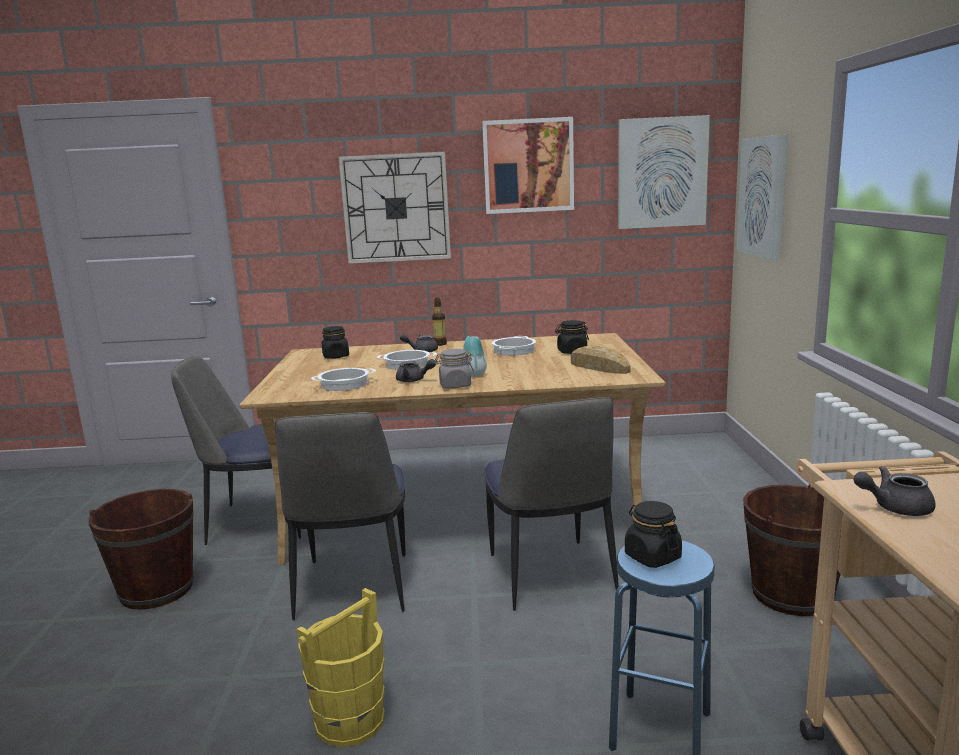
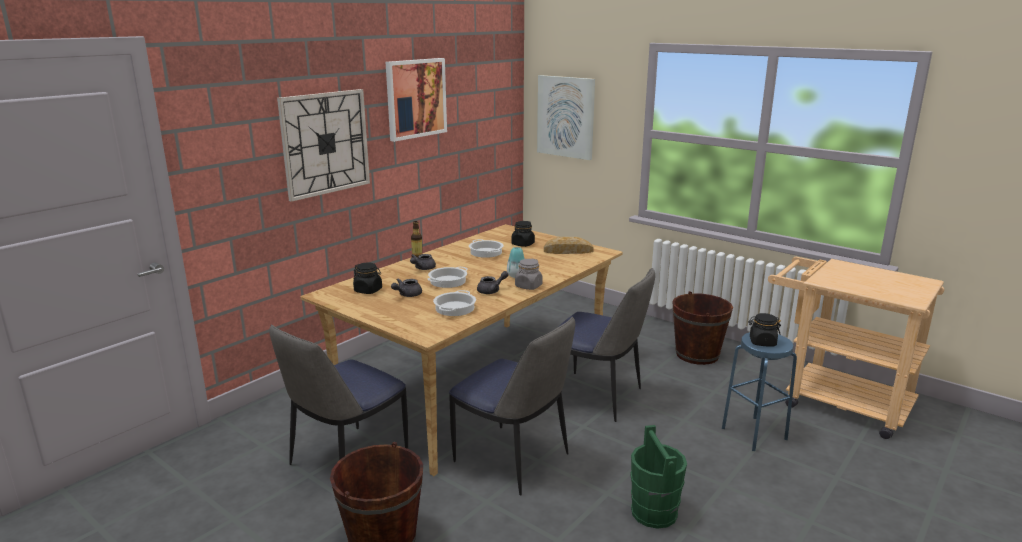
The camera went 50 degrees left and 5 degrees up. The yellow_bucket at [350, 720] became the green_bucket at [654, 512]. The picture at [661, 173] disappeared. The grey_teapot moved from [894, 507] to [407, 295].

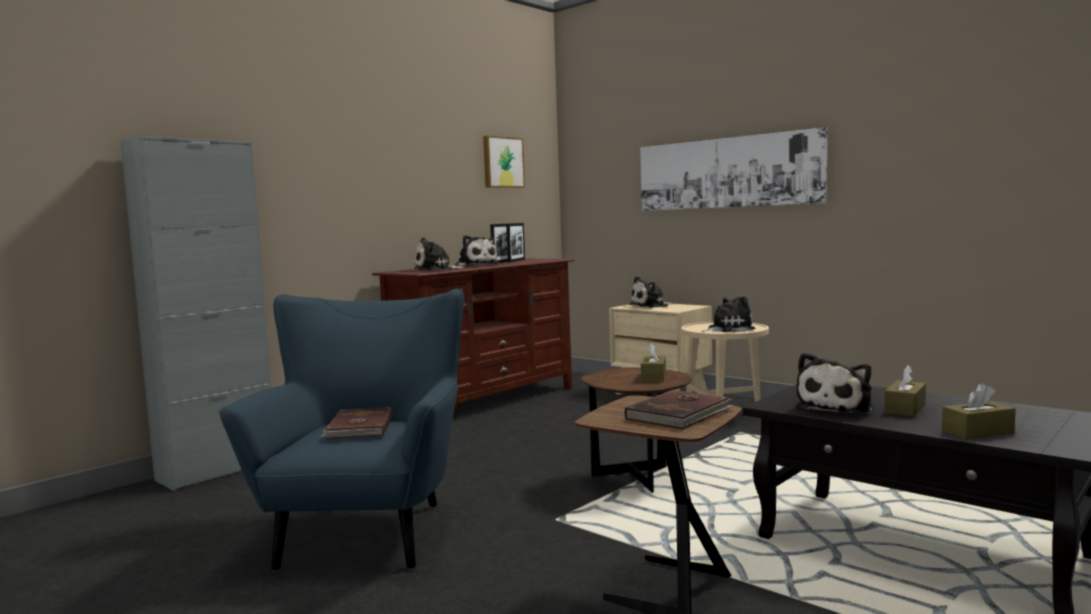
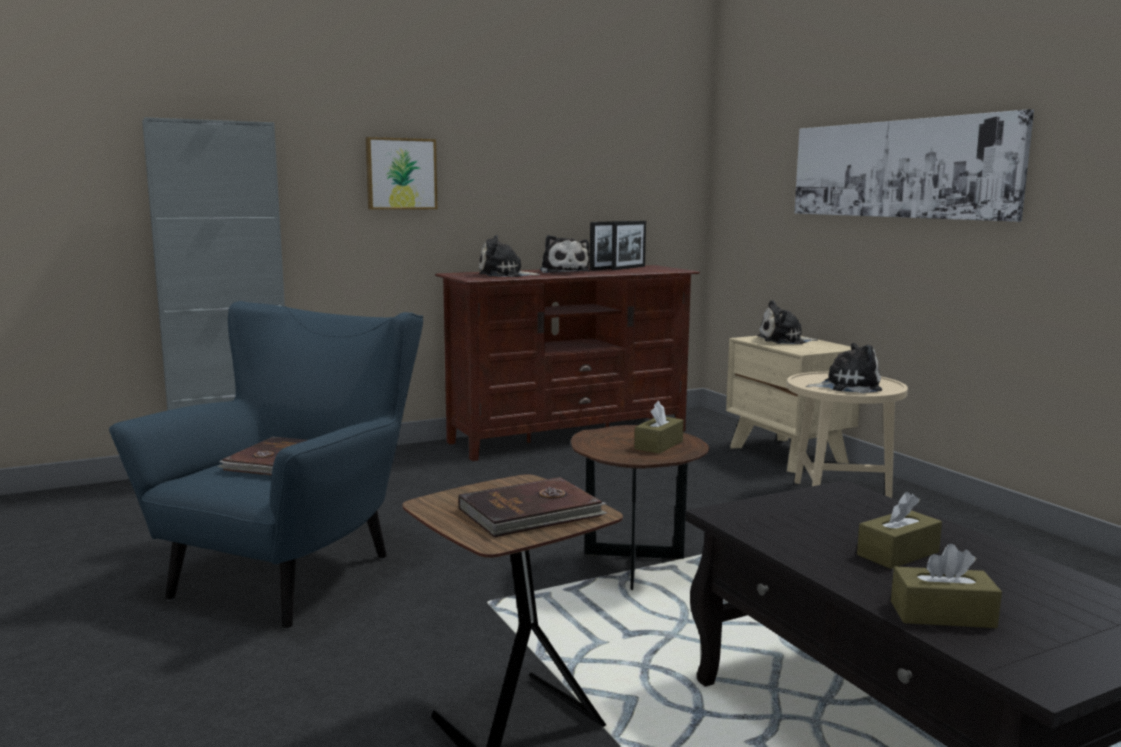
The camera went 20 degrees right and 5 degrees up. The picture moved from [502, 162] to [401, 174]. The plush_toy at [836, 407] disappeared.

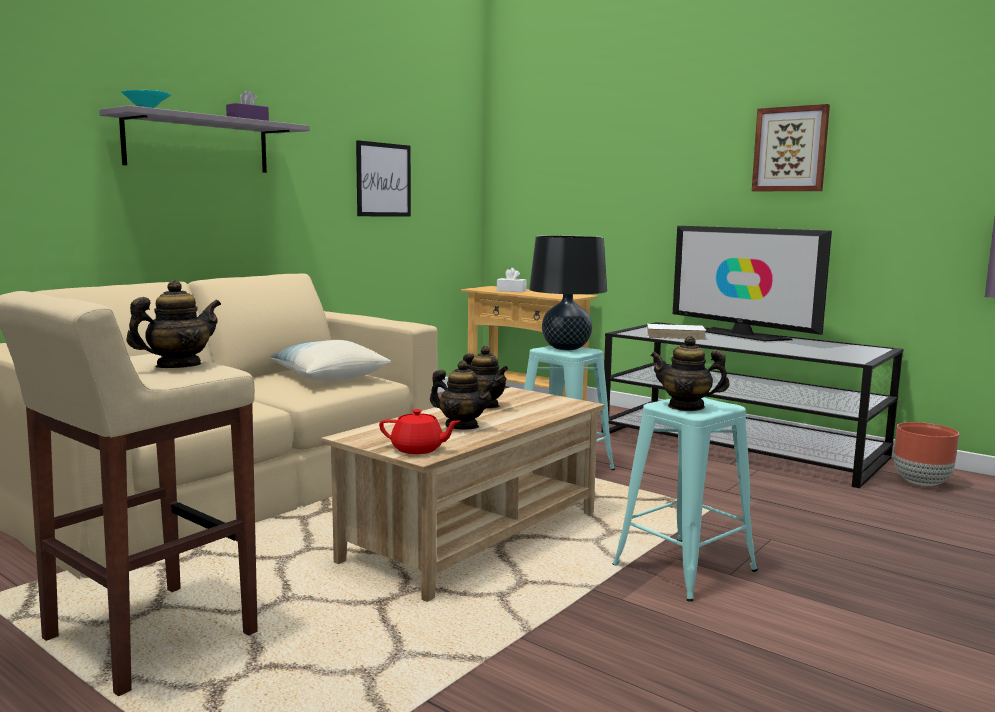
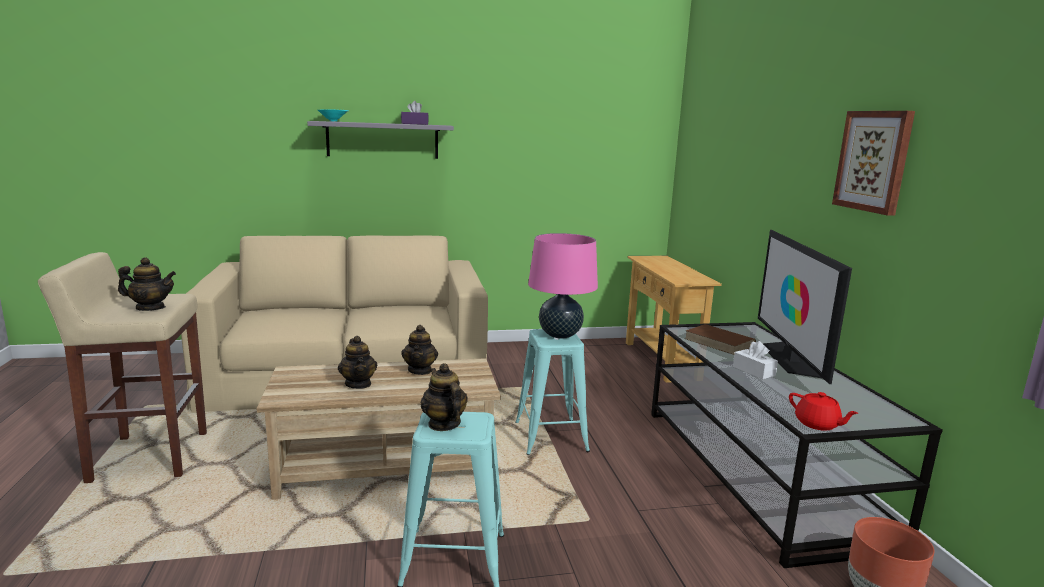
The camera went 40 degrees right and 5 degrees up. The pillow at [328, 377] disappeared. The picture at [383, 180] disappeared. The red_teapot moved from [418, 449] to [817, 424]. The white_tissue_box moved from [511, 291] to [753, 371]. The black_table_lamp at [566, 348] became the pink_table_lamp at [560, 335]. The white_book at [676, 335] became the brown_book at [720, 342].

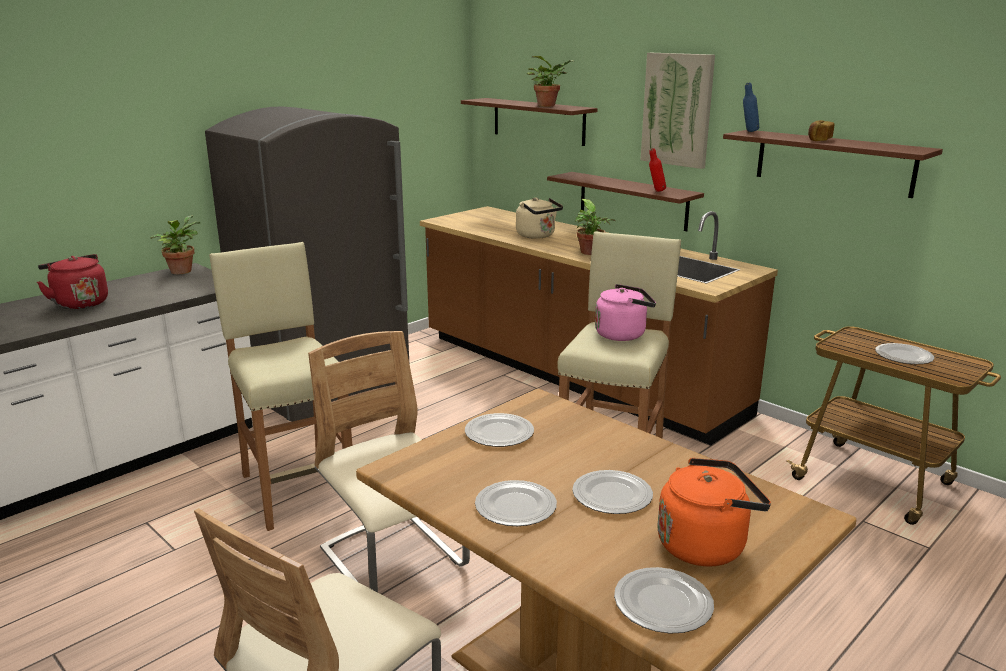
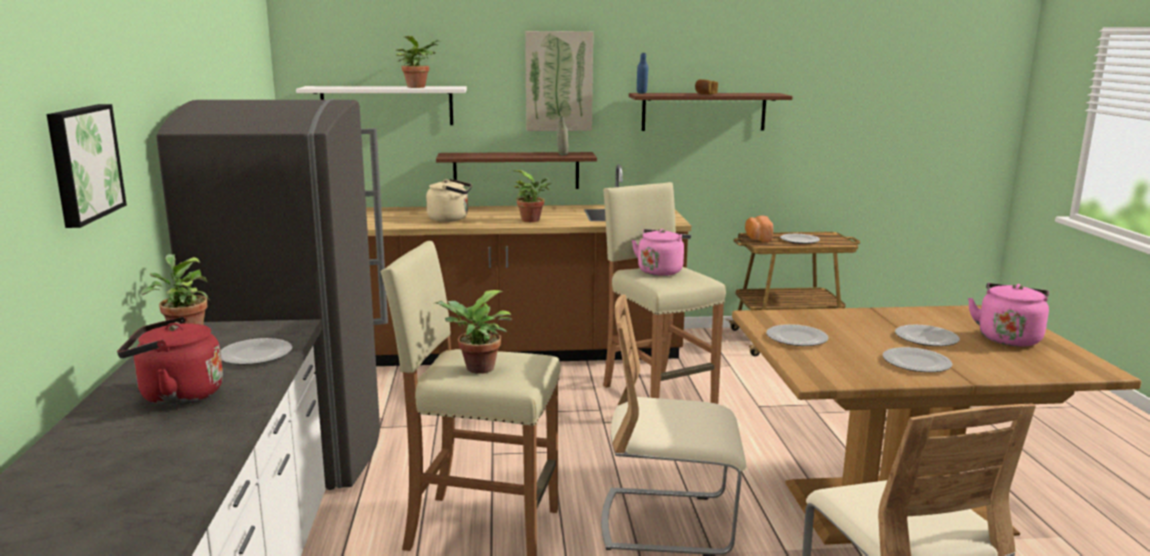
The camera went 50 degrees left and 5 degrees down. The brown_shelf at [538, 121] became the white_shelf at [387, 105]. The plate moved from [662, 602] to [254, 355]. The red_bottle at [656, 191] became the grey_bottle at [562, 155]. The orange_kettle at [705, 545] became the pink_kettle at [1008, 338]. The picture at [82, 163] appeared. The potted_plant at [476, 369] appeared. The bread at [757, 238] appeared.

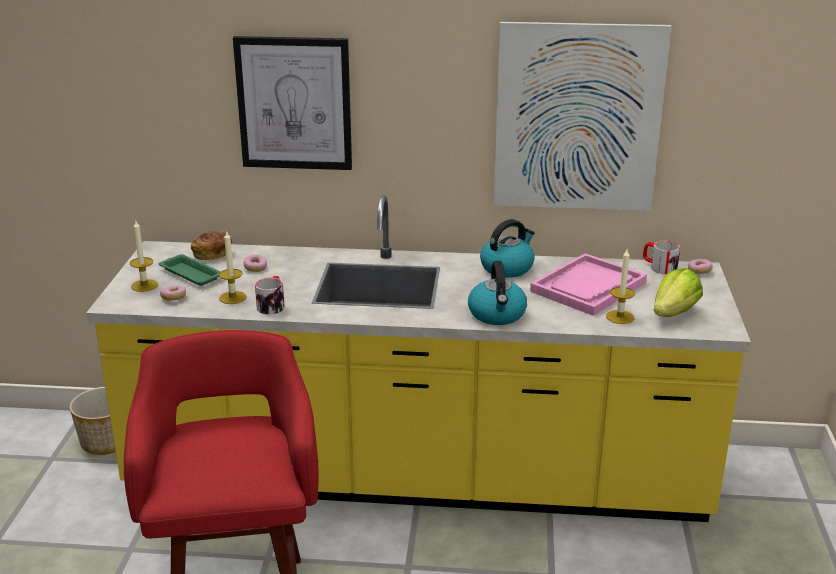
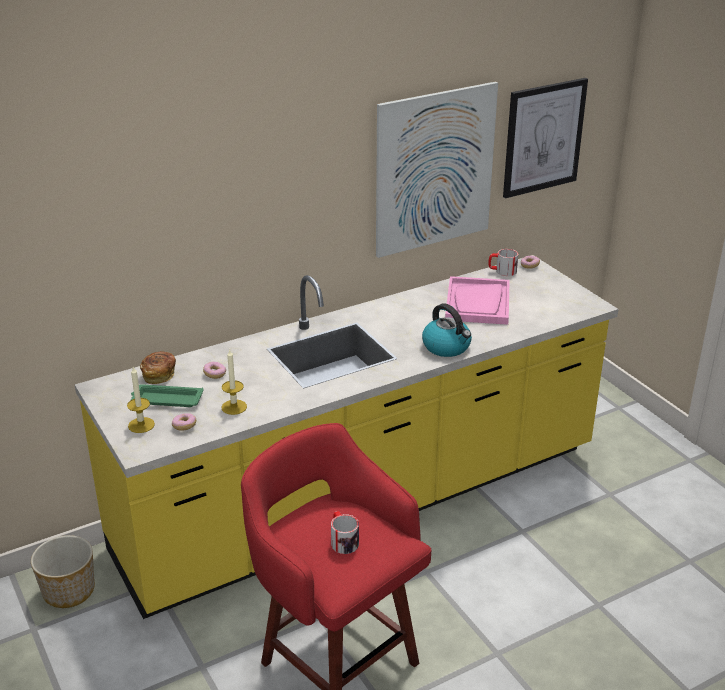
The camera went 35 degrees left and 5 degrees up. The picture moved from [294, 103] to [543, 137]. The mug moved from [272, 305] to [343, 540]. The kettle at [507, 267] disappeared. The candle at [620, 317] disappeared. The lettuce at [673, 313] disappeared.

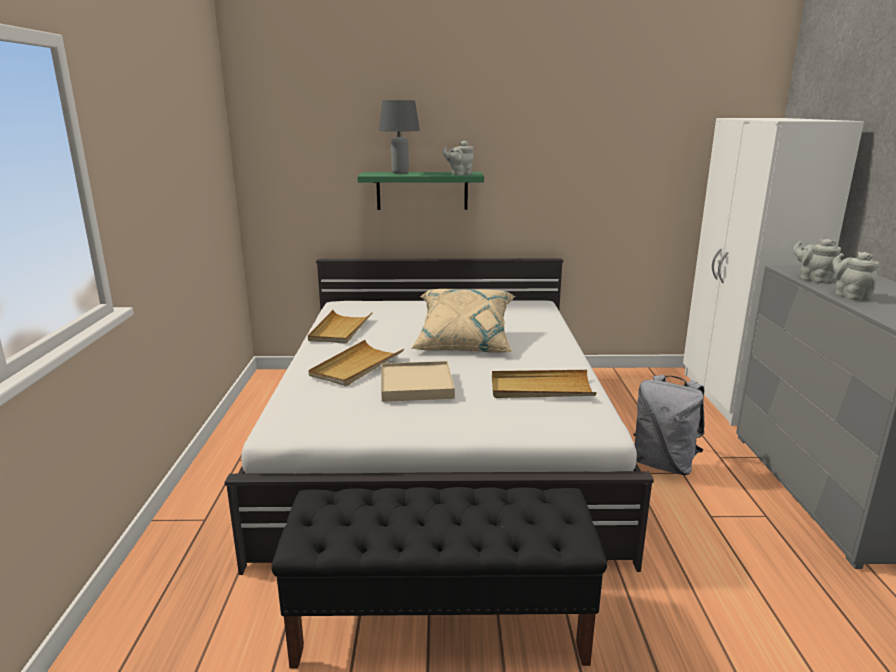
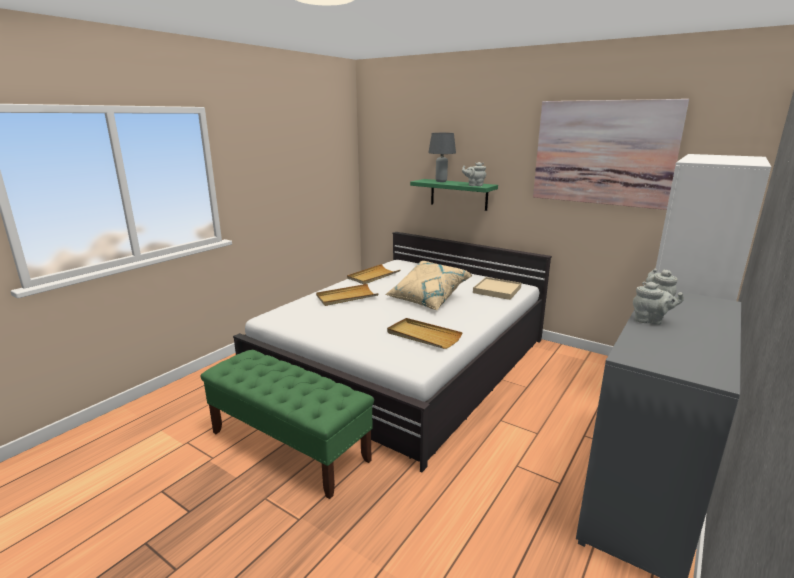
The camera went 35 degrees right and 0 degrees up. The black_bench at [441, 624] became the green_bench at [289, 446]. The beige_tray moved from [416, 385] to [497, 290]. The grey_backpack at [664, 464] disappeared. The grey_teapot at [849, 296] turned 90 degrees clockwise. The picture at [603, 153] appeared.

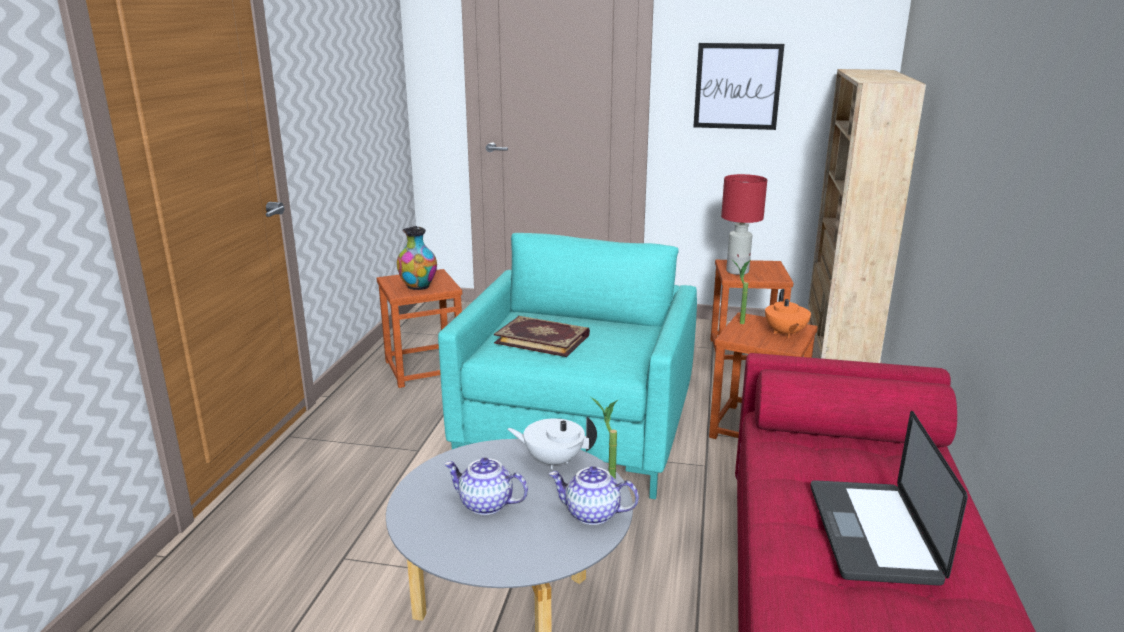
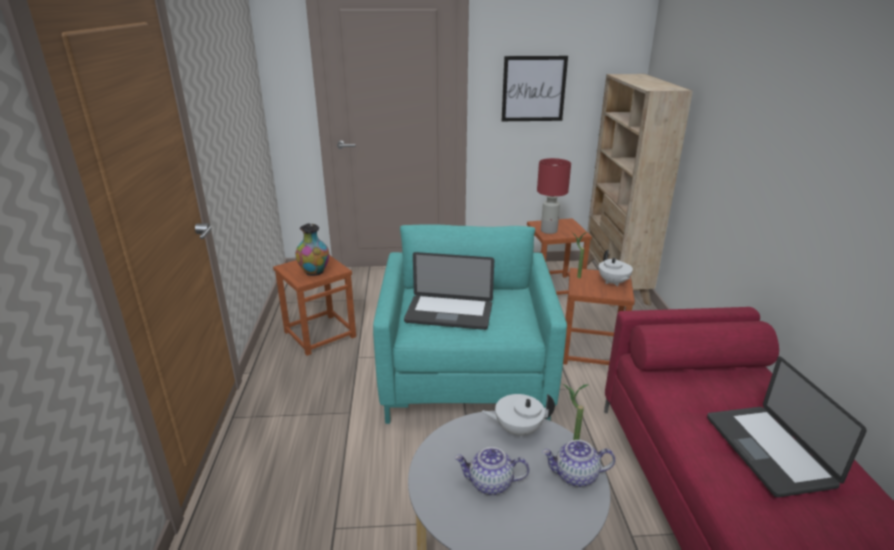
The camera went 15 degrees left and 5 degrees up. The book at [542, 339] was replaced by the laptop at [449, 313]. The orange_teapot at [785, 333] became the white_teapot at [613, 283].

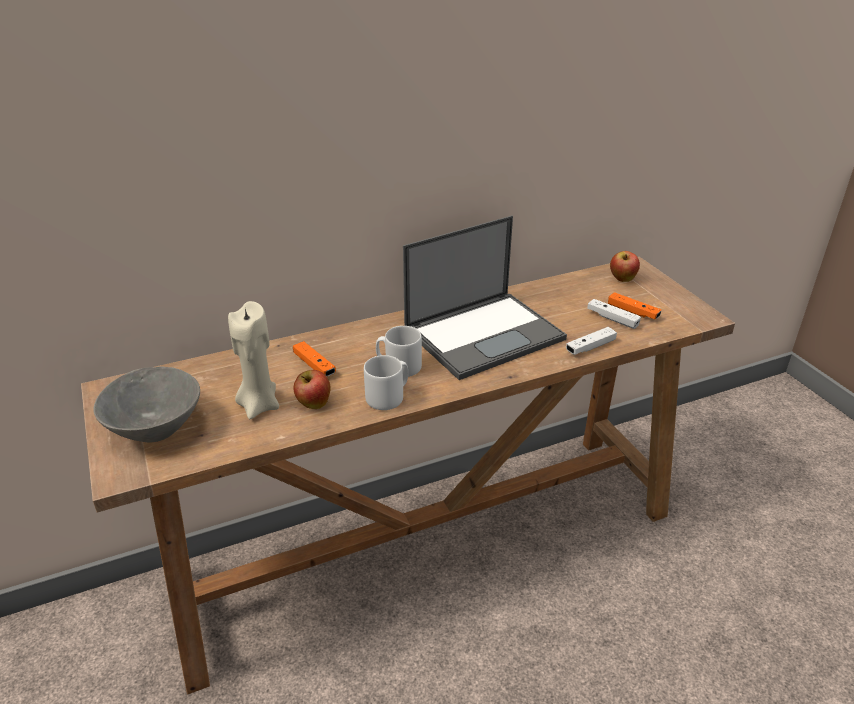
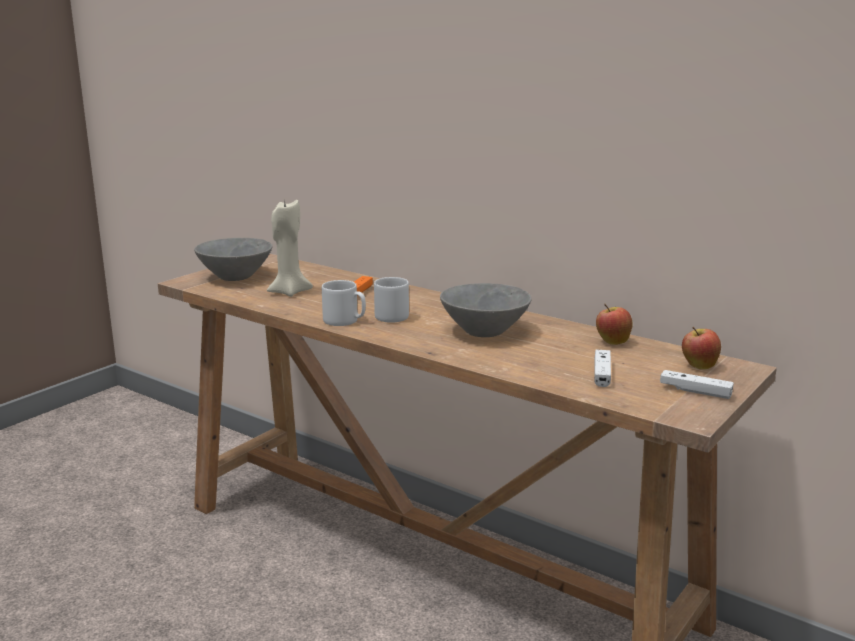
The camera went 60 degrees right and 15 degrees down. The apple moved from [313, 404] to [612, 342]. The laptop at [485, 333] was replaced by the grey_bowl at [486, 331]. The white_game_controller moved from [590, 347] to [695, 391]. The orange_game_controller at [633, 312] disappeared.

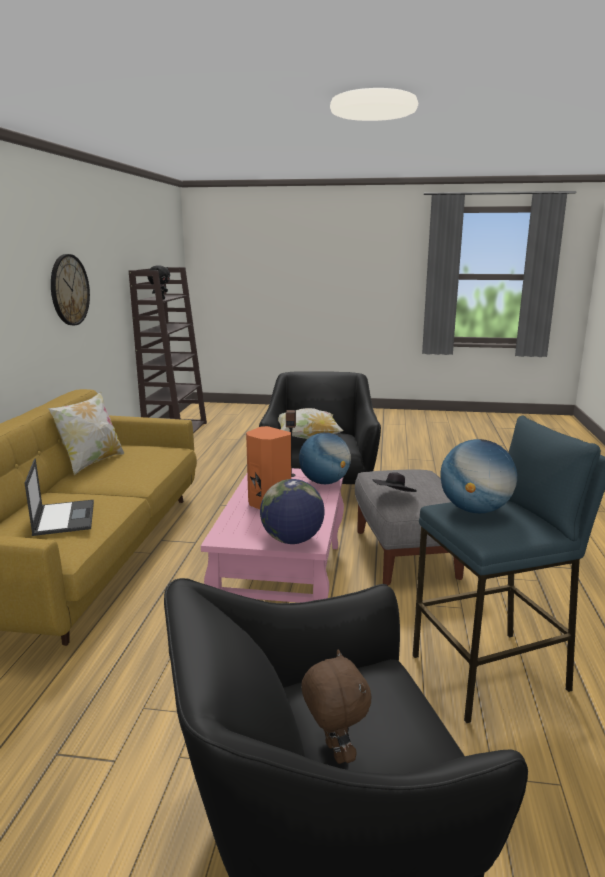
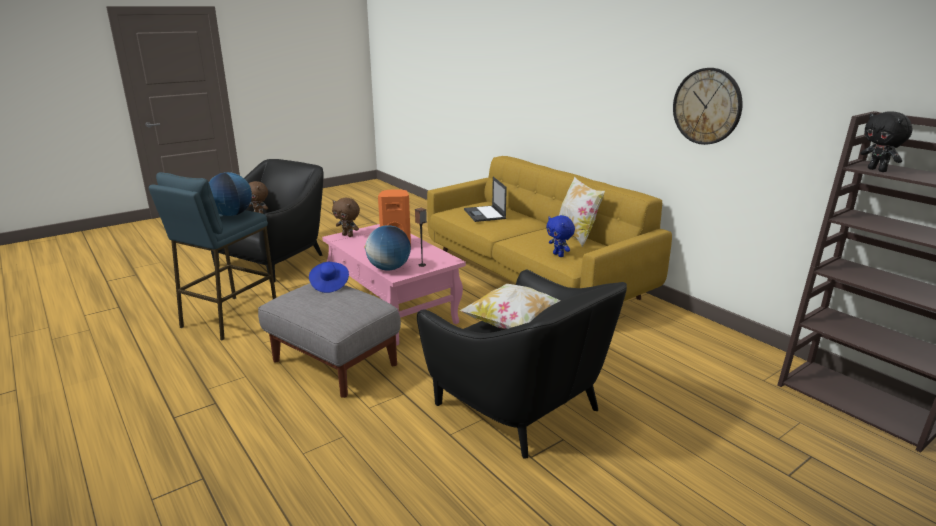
The camera went 135 degrees right and 5 degrees up. The laptop at [64, 517] turned 45 degrees clockwise. The globe at [292, 540] was replaced by the brown_plush_toy at [348, 235]. The black_hat at [394, 497] became the blue_hat at [329, 285]. The blue_plush_toy at [559, 255] appeared.

